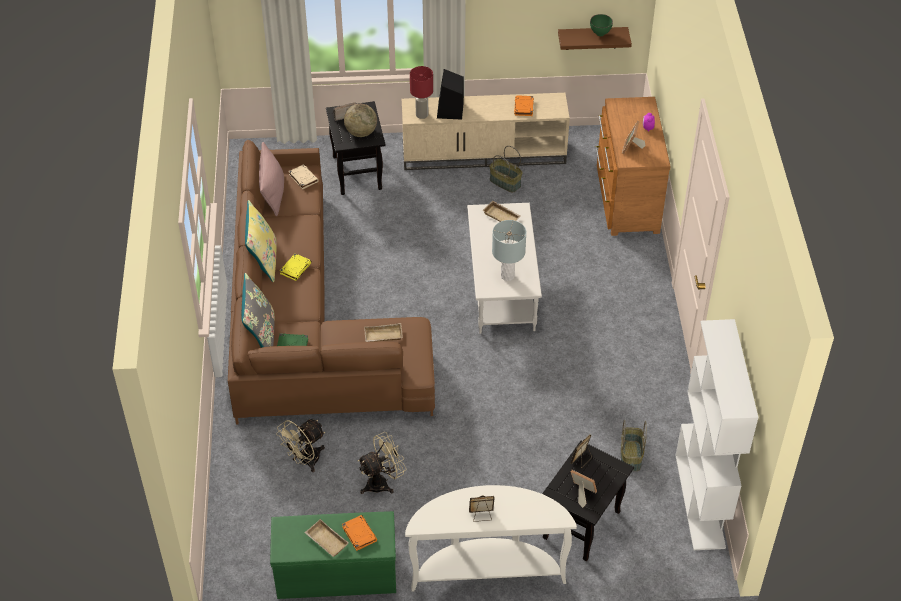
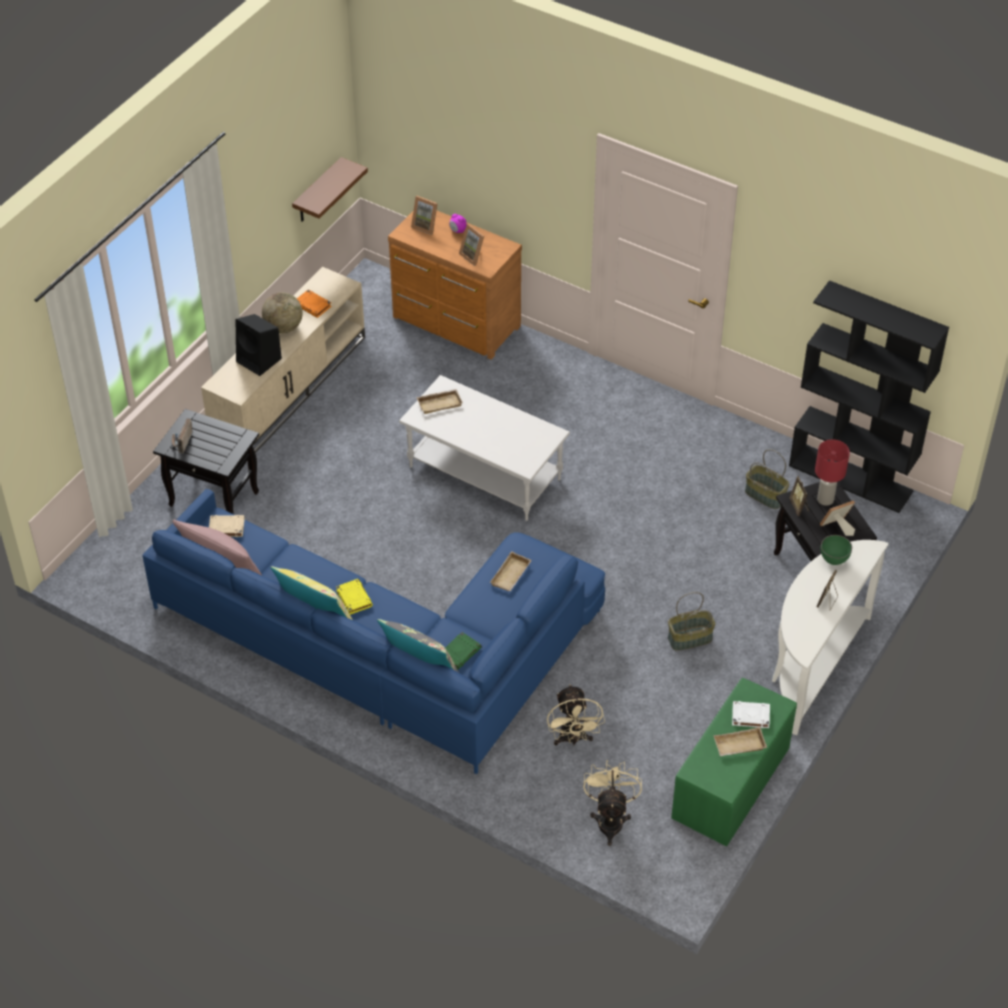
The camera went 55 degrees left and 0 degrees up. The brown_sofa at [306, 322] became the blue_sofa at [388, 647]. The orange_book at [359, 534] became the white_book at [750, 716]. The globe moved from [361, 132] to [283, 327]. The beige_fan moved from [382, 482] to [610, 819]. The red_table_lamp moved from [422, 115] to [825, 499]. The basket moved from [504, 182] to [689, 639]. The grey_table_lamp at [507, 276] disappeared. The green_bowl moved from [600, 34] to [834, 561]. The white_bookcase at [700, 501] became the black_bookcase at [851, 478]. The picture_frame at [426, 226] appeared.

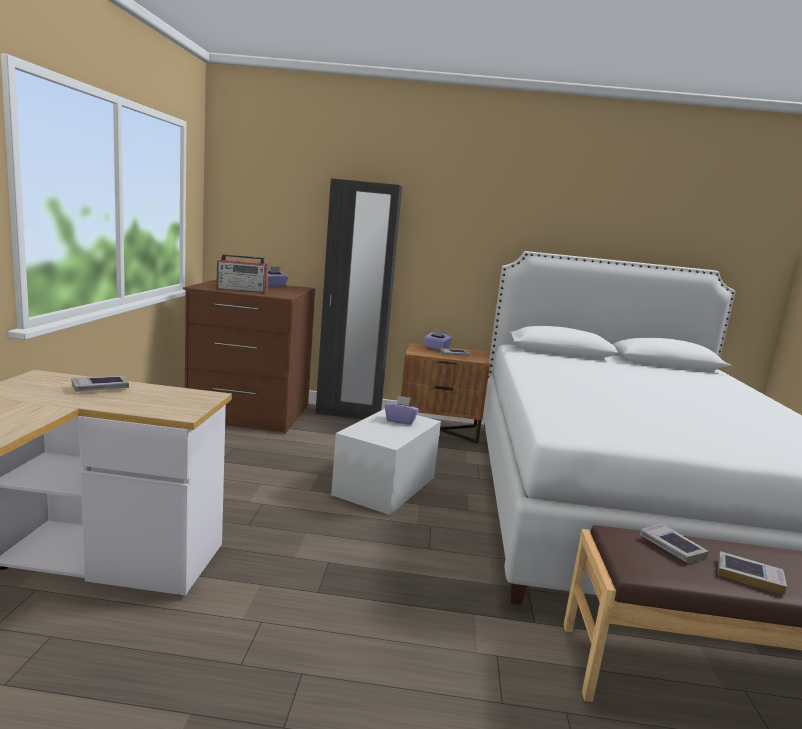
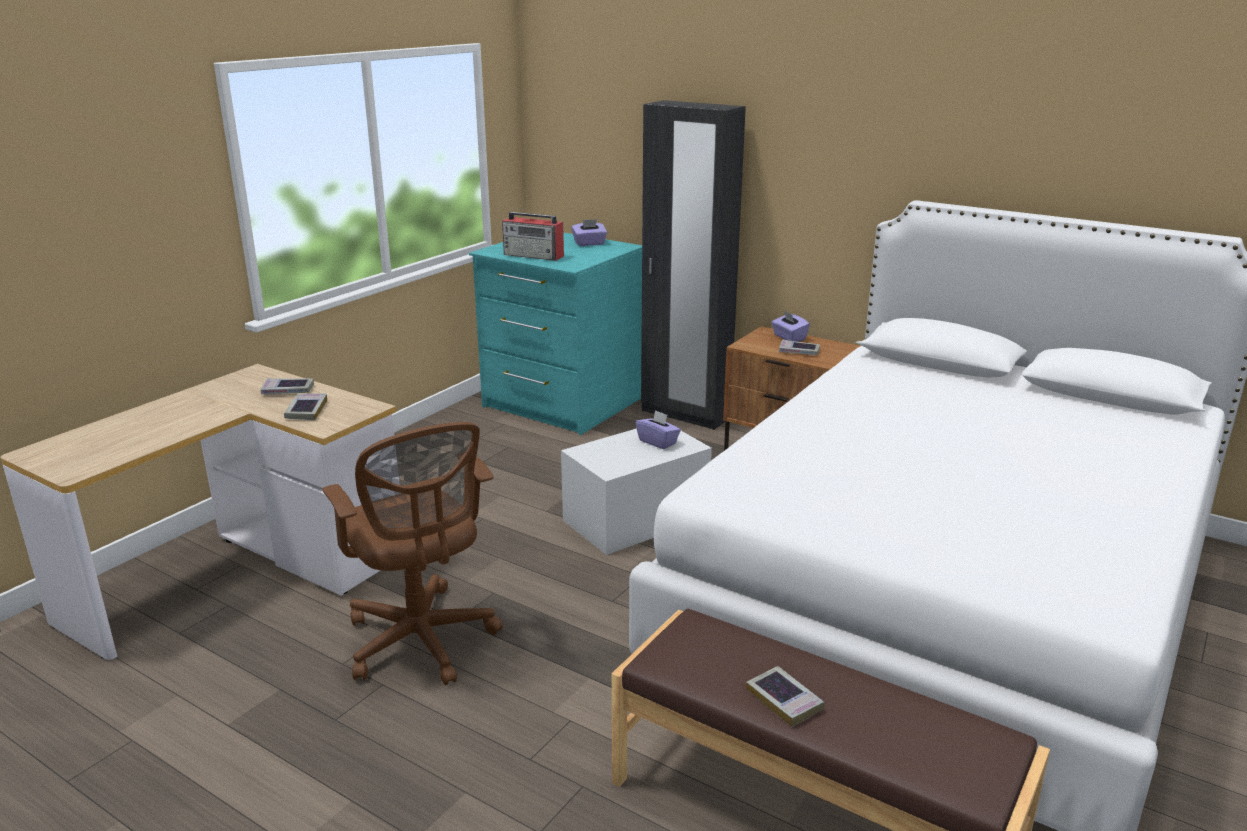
The camera went 30 degrees right and 10 degrees up. The brown_dresser at [249, 413] became the turquoise_dresser at [562, 403]. The book moved from [671, 547] to [306, 410]. The brown_office_chair at [422, 643] appeared.

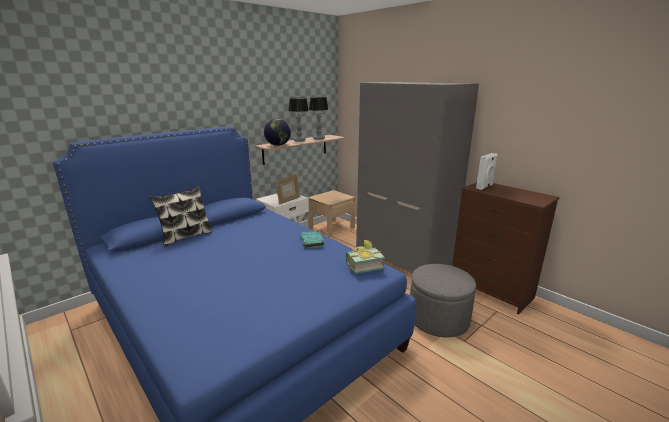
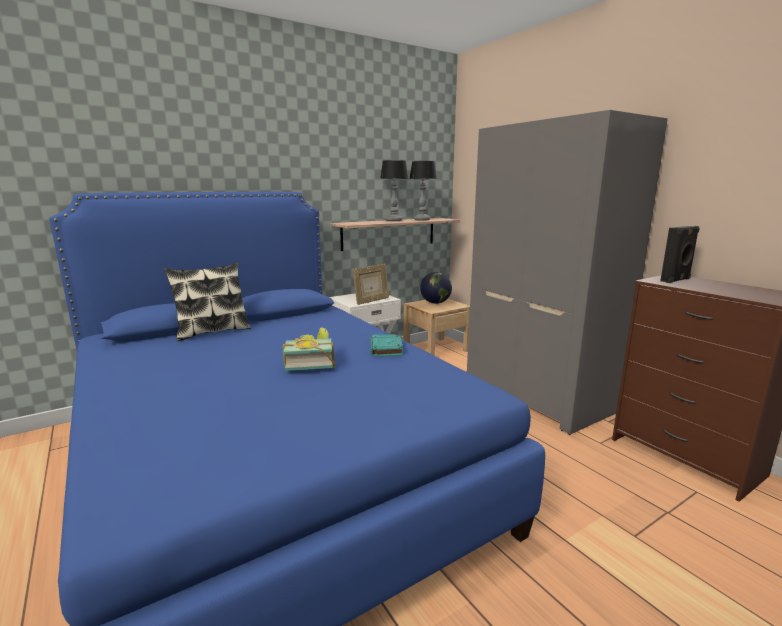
The camera went 10 degrees right and 5 degrees down. The globe moved from [278, 145] to [435, 303]. The book moved from [363, 265] to [309, 363]. The grey_ottoman at [438, 319] disappeared. The white_speaker at [484, 187] became the black_speaker at [676, 280].

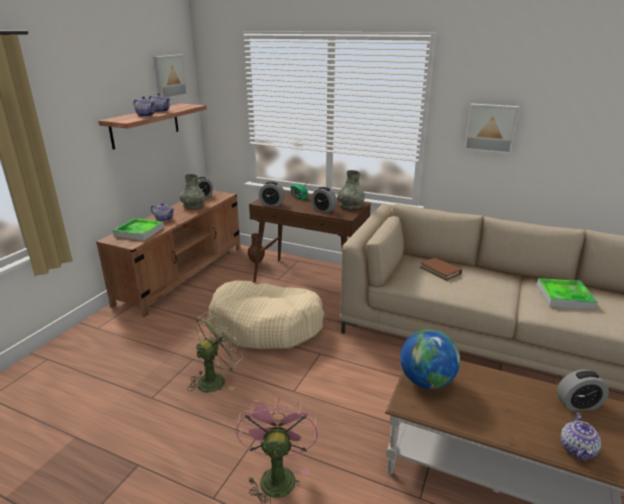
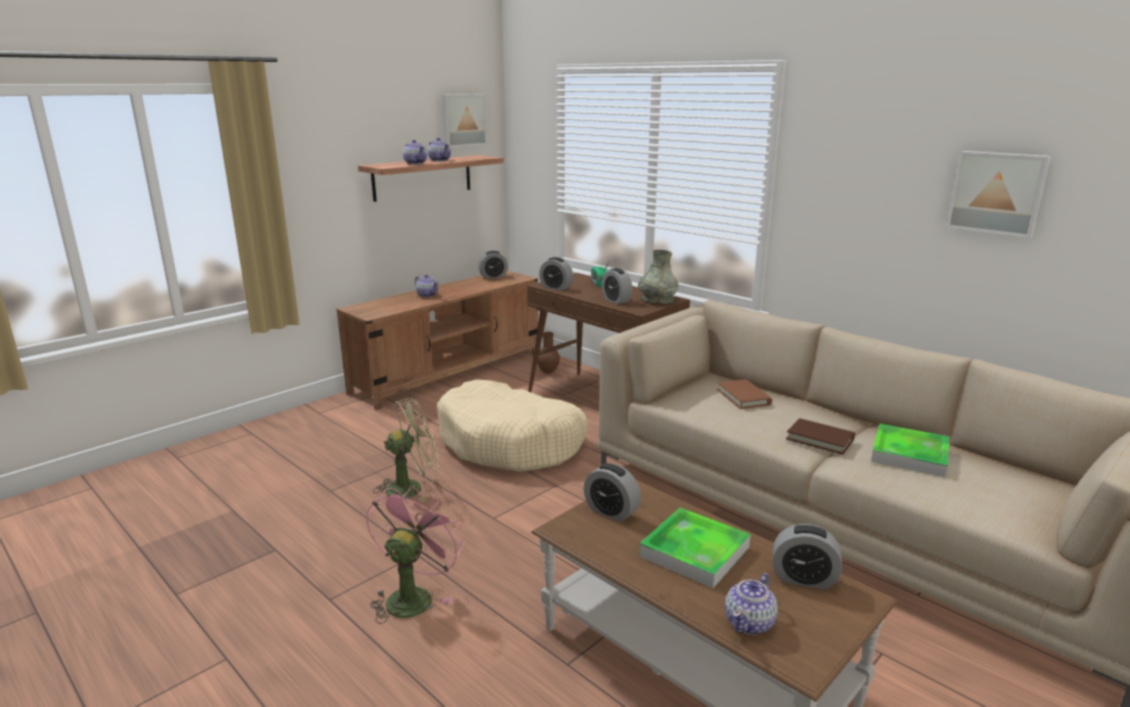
The camera went 20 degrees right and 5 degrees down. The tray moved from [139, 232] to [694, 551]. The grey_vase at [193, 206] disappeared. The globe at [426, 381] was replaced by the alarm_clock at [611, 511]. The picture moved from [491, 128] to [997, 193]. The brown_book at [820, 439] appeared.

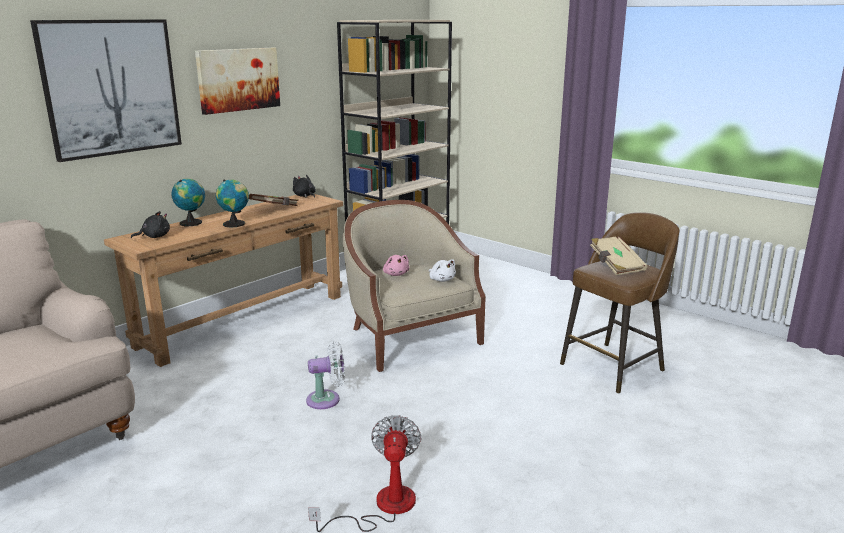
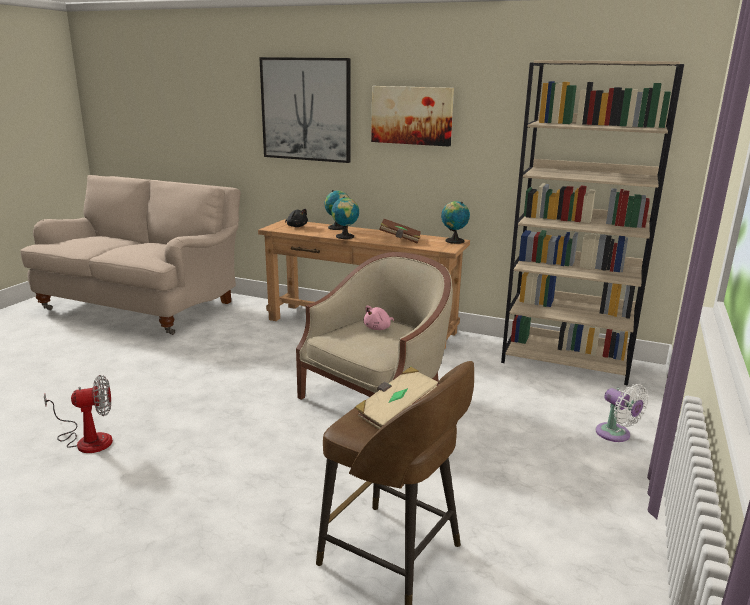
The camera went 70 degrees right and 0 degrees up. The black_plush_toy at [304, 196] was replaced by the globe at [453, 241]. The white_fan moved from [327, 399] to [616, 435]. The white_plush_toy at [441, 280] disappeared.

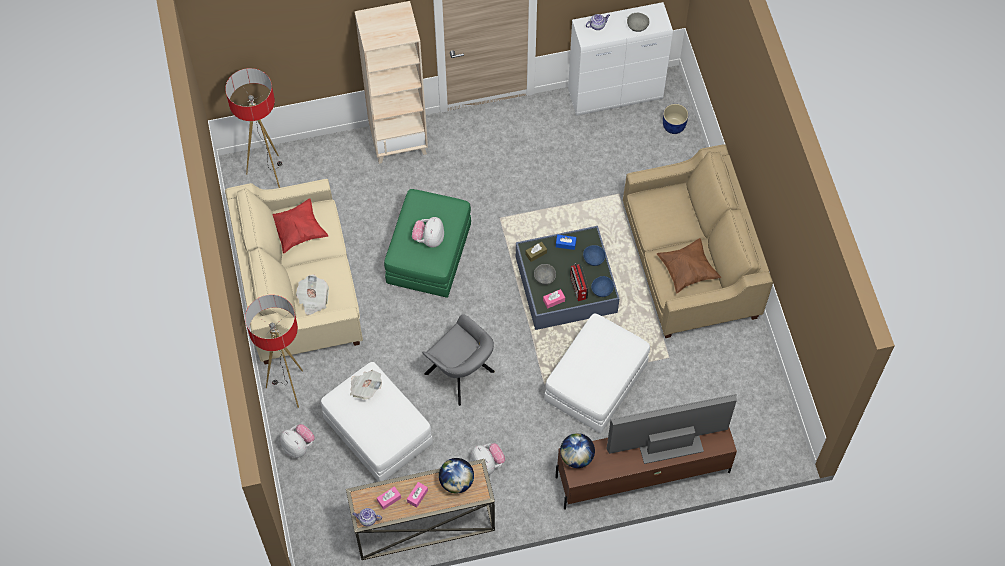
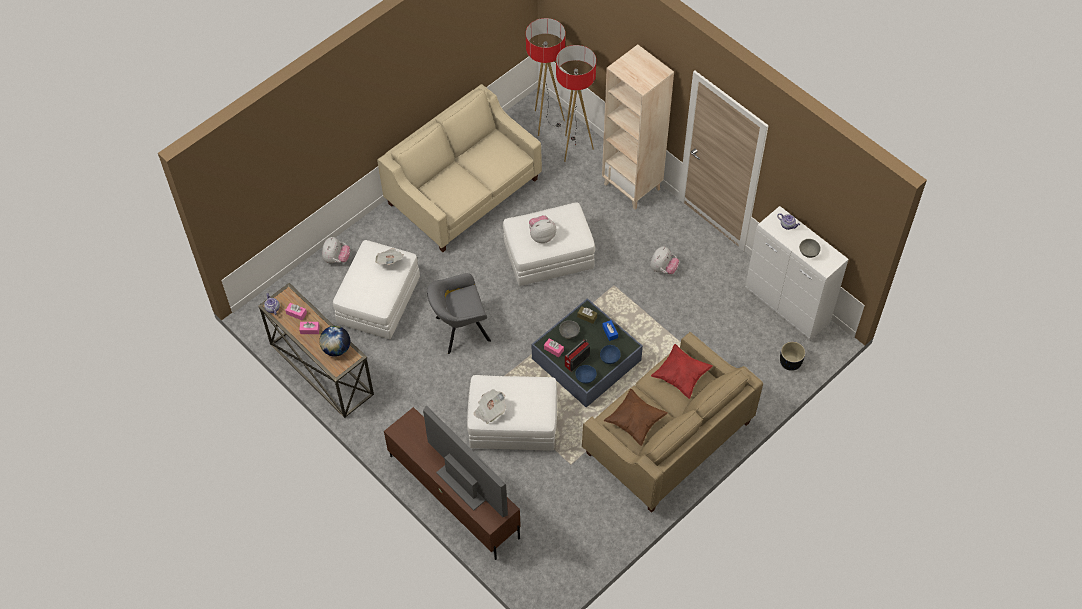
The camera went 60 degrees right and 5 degrees down. The floor_lamp moved from [288, 388] to [574, 148]. The red_pillow moved from [298, 231] to [681, 376]. The newspaper moved from [313, 299] to [490, 410]. The green_ottoman at [429, 255] became the white_ottoman at [548, 256]. The grey_armchair at [461, 375] turned 60 degrees clockwise. The plush_toy moved from [487, 464] to [663, 269]. The globe at [576, 457] disappeared. The blue_planter at [674, 126] became the black_planter at [790, 363].

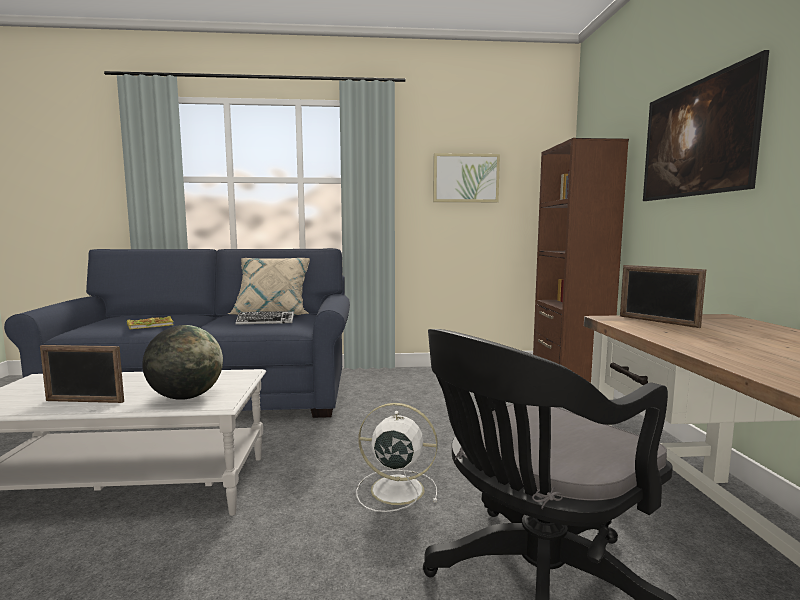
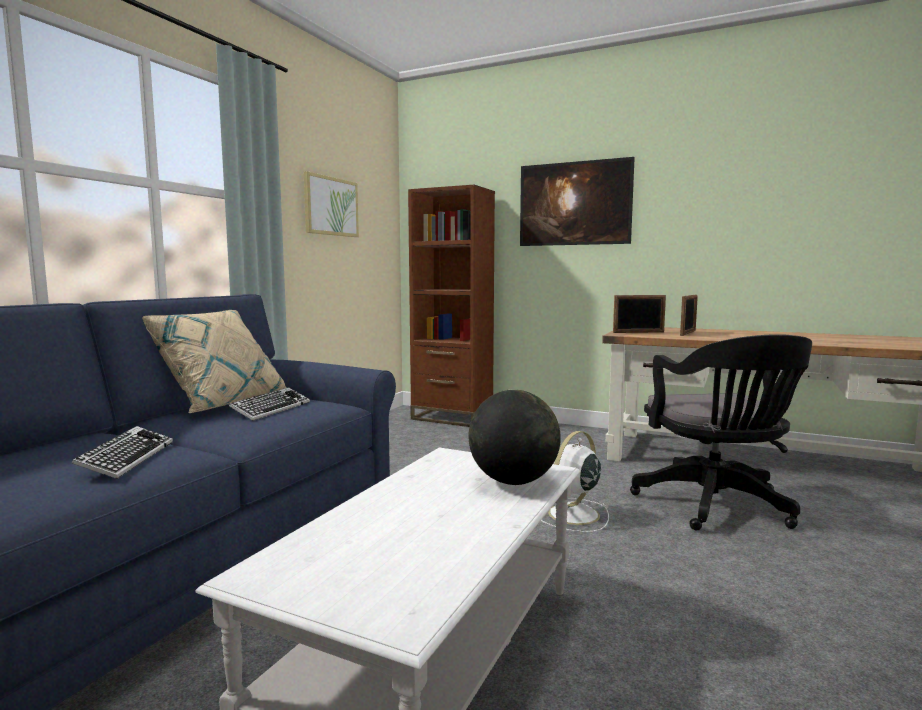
The camera went 60 degrees left and 0 degrees up. The picture_frame moved from [84, 401] to [688, 333]. The book at [152, 325] was replaced by the keyboard at [127, 459].

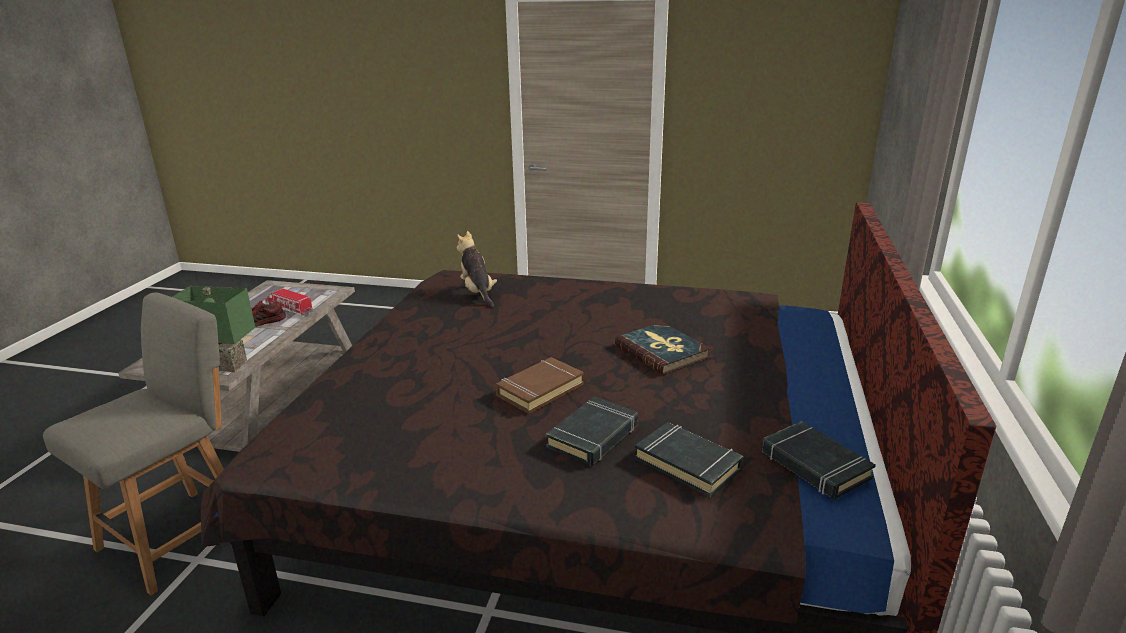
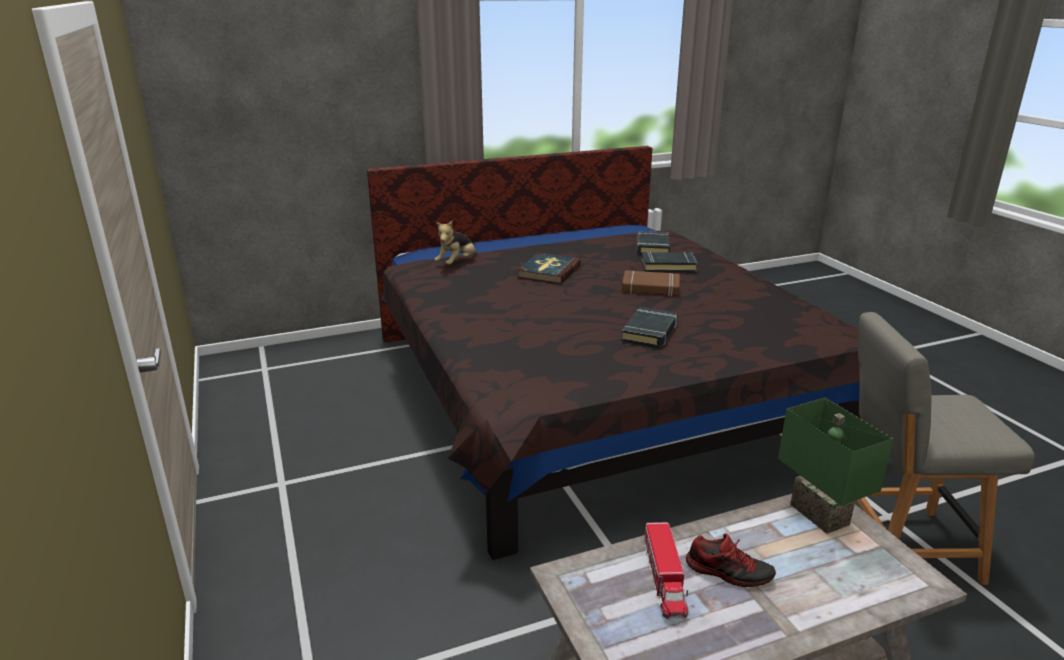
The camera went 125 degrees left and 0 degrees up. The plush_toy moved from [477, 292] to [457, 263]. The black_book moved from [814, 465] to [650, 332].

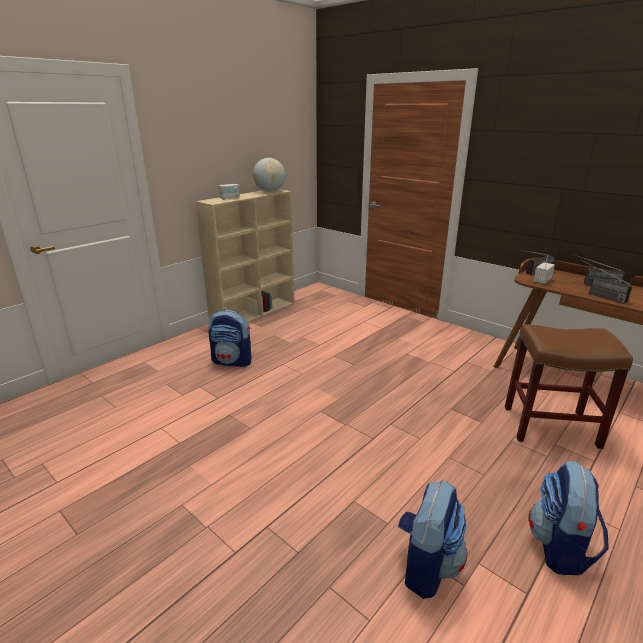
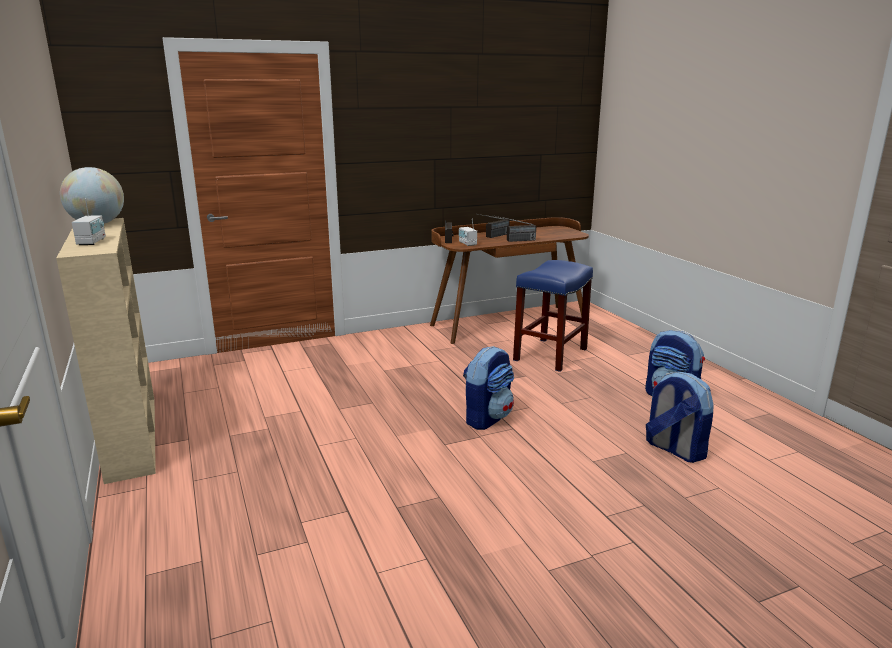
The camera went 65 degrees left and 5 degrees down. The backpack moved from [232, 361] to [487, 418]. The brown_stool at [549, 426] became the blue_stool at [550, 355].

